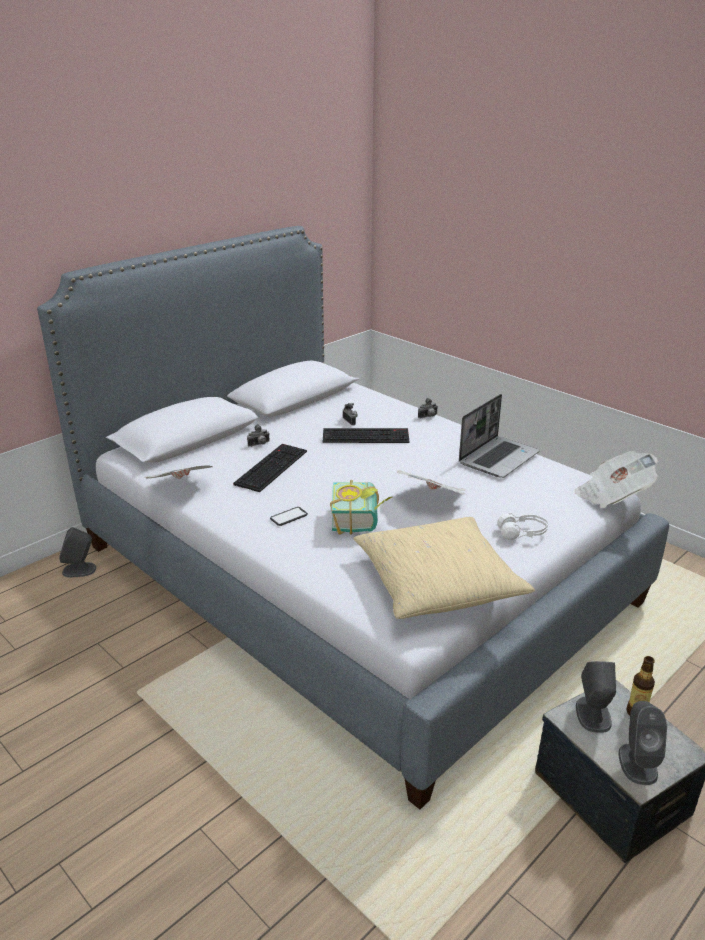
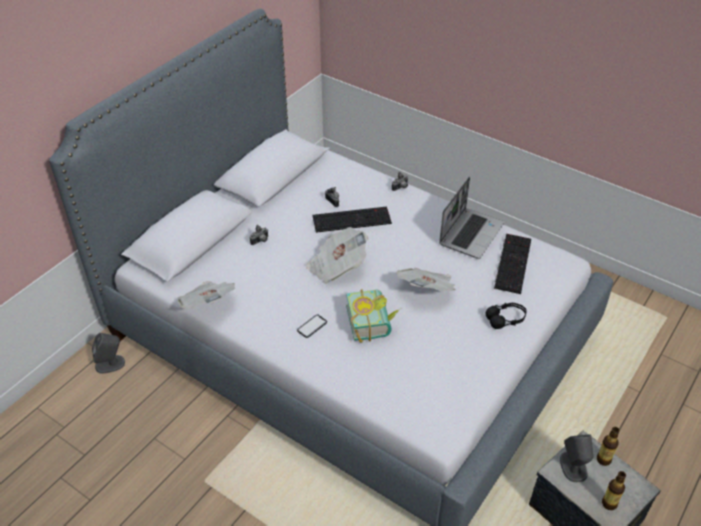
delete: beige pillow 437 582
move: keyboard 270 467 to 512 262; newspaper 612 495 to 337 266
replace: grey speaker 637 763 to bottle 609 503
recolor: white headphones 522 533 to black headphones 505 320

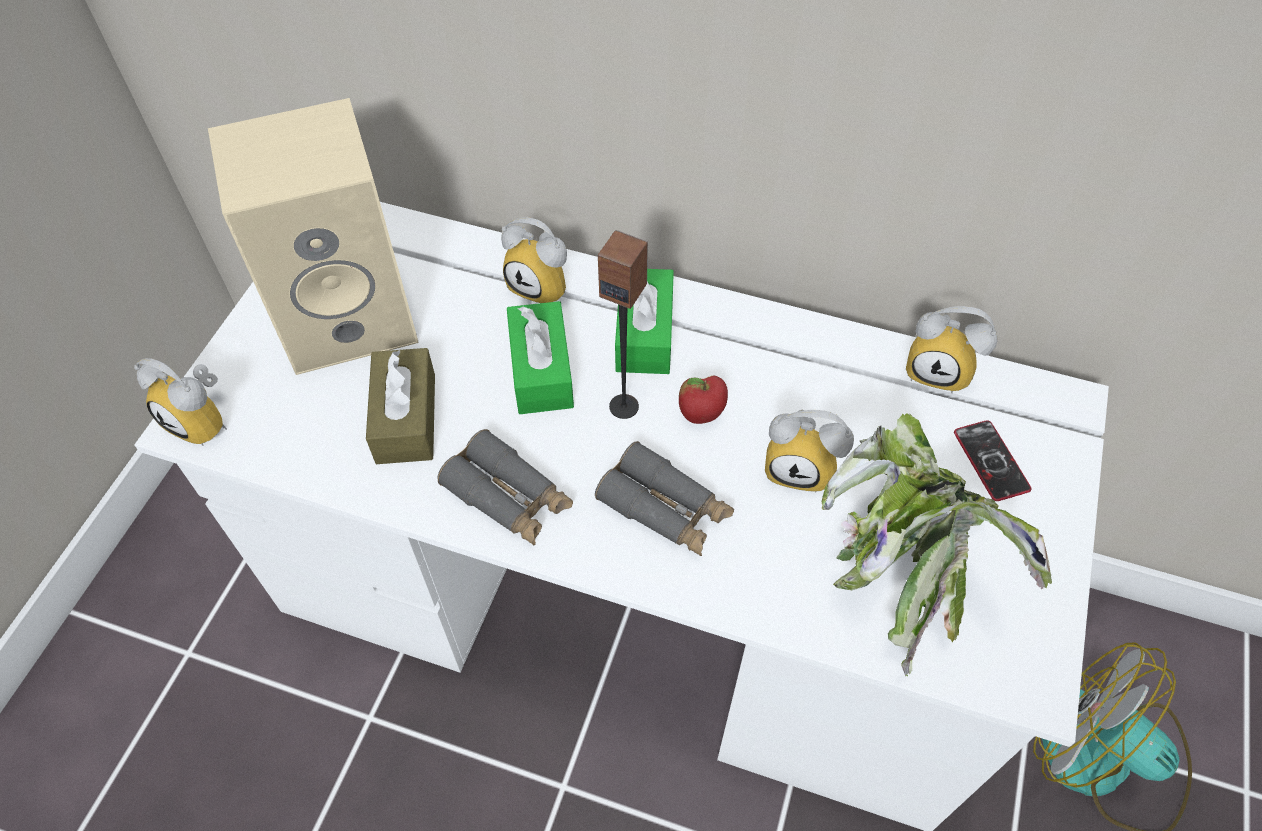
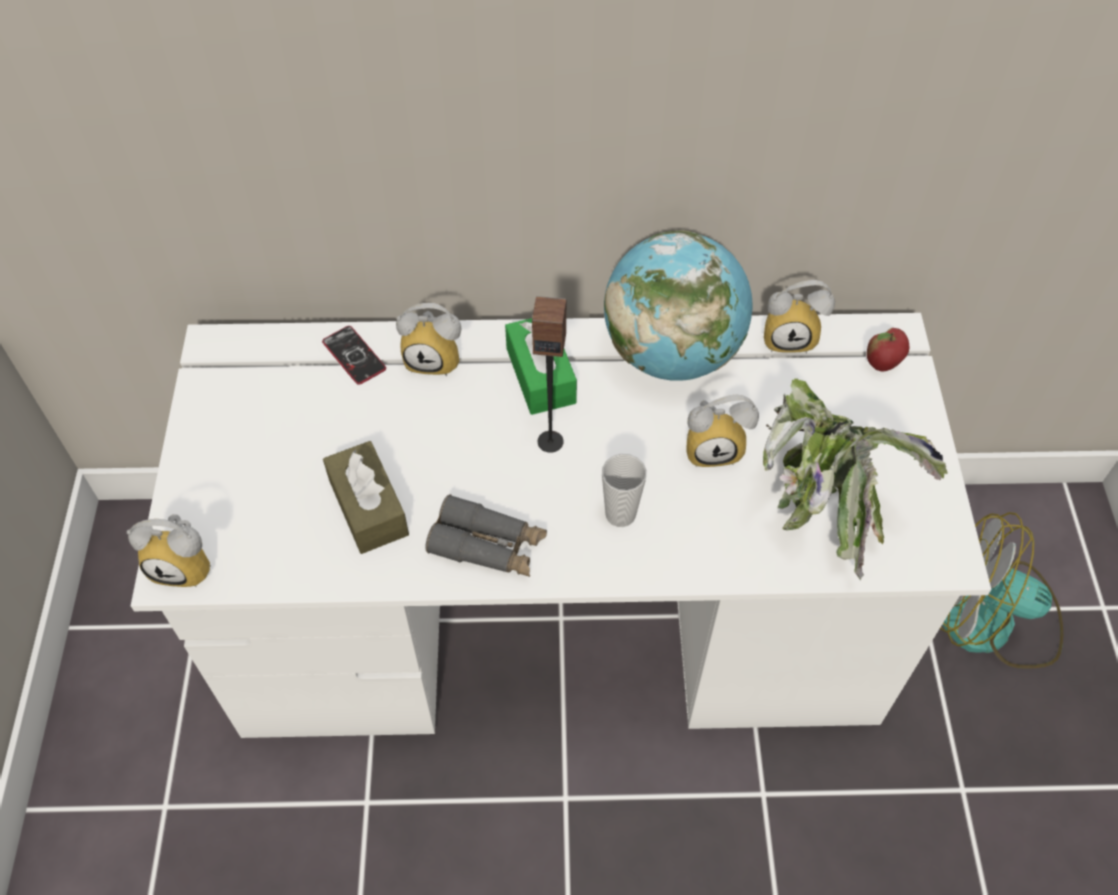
delete: beige speaker 351 315; green tissue box 541 370
insert: globe 672 353
move: apple 701 415 to 882 364; phone 990 461 to 354 356
replace: grey binoculars 665 509 to cup 620 514

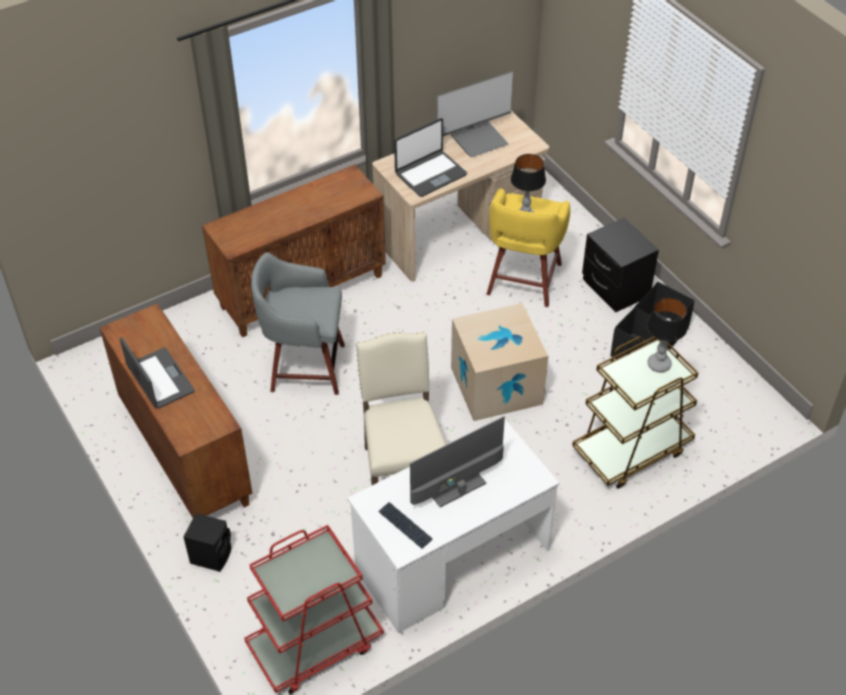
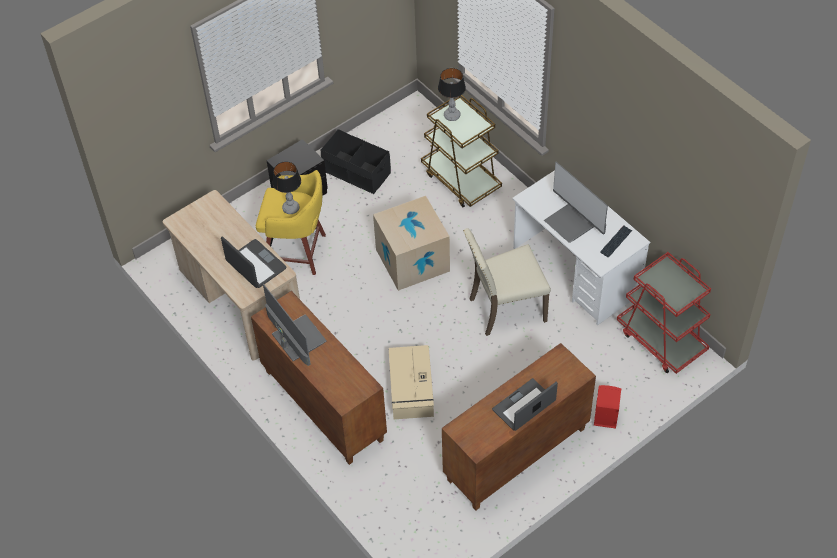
move: monitor 478 139 to 297 339
replace: grey stool 304 367 to beige storage box 411 388
recolor: black speaker 212 554 to red speaker 604 416

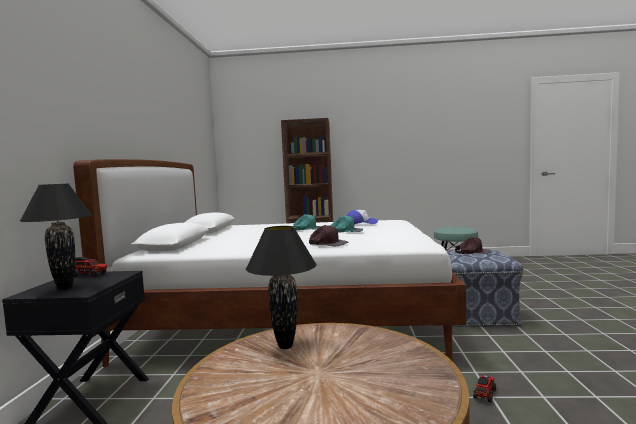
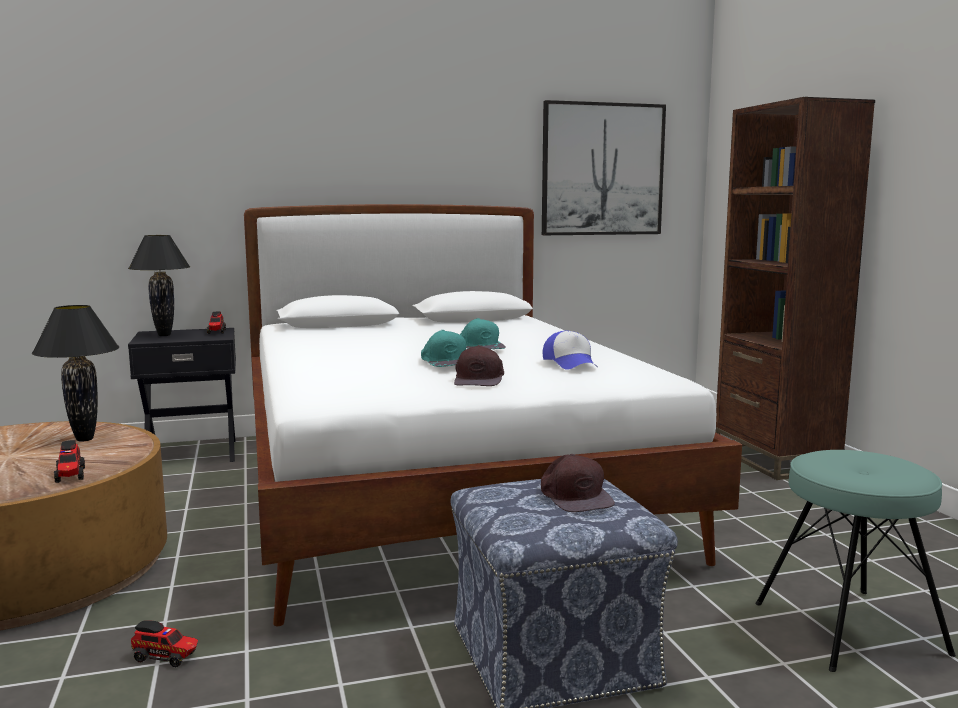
insert: toy truck 70 476; picture 602 169
move: brown cap 328 243 to 480 379

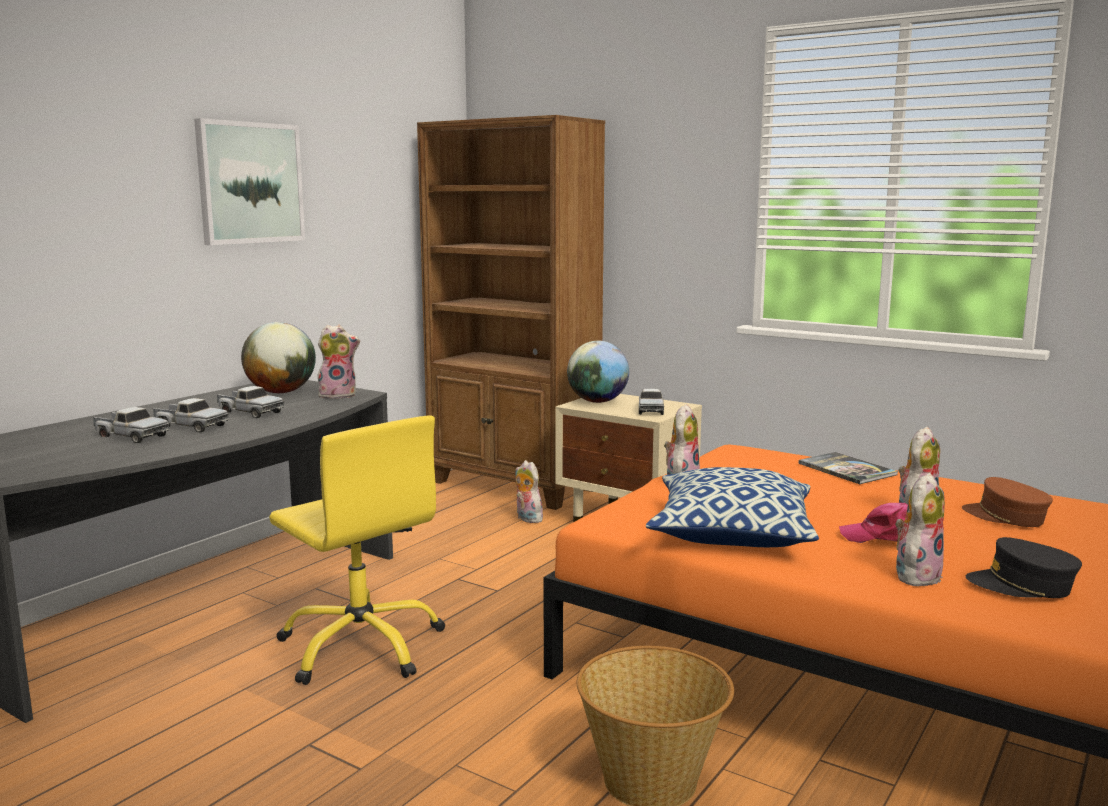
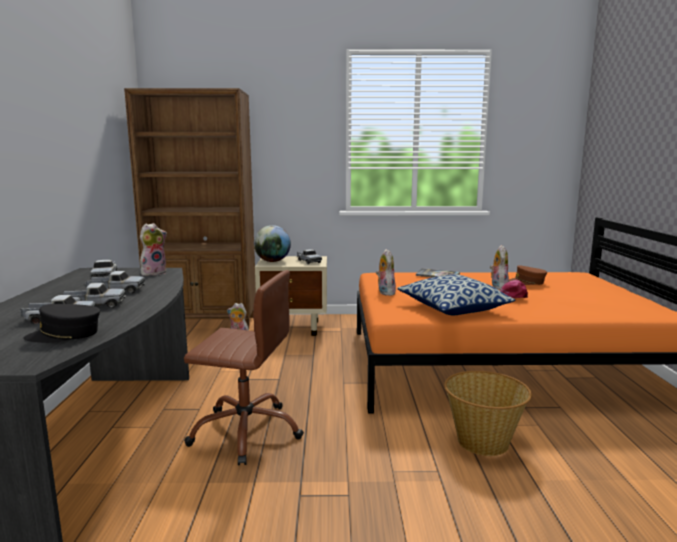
delete: picture 250 183; plush toy 916 575
move: black cap 1022 586 to 65 335
replace: globe 281 392 to toy truck 105 276
recolor: yellow office chair 362 646 to brown office chair 246 431

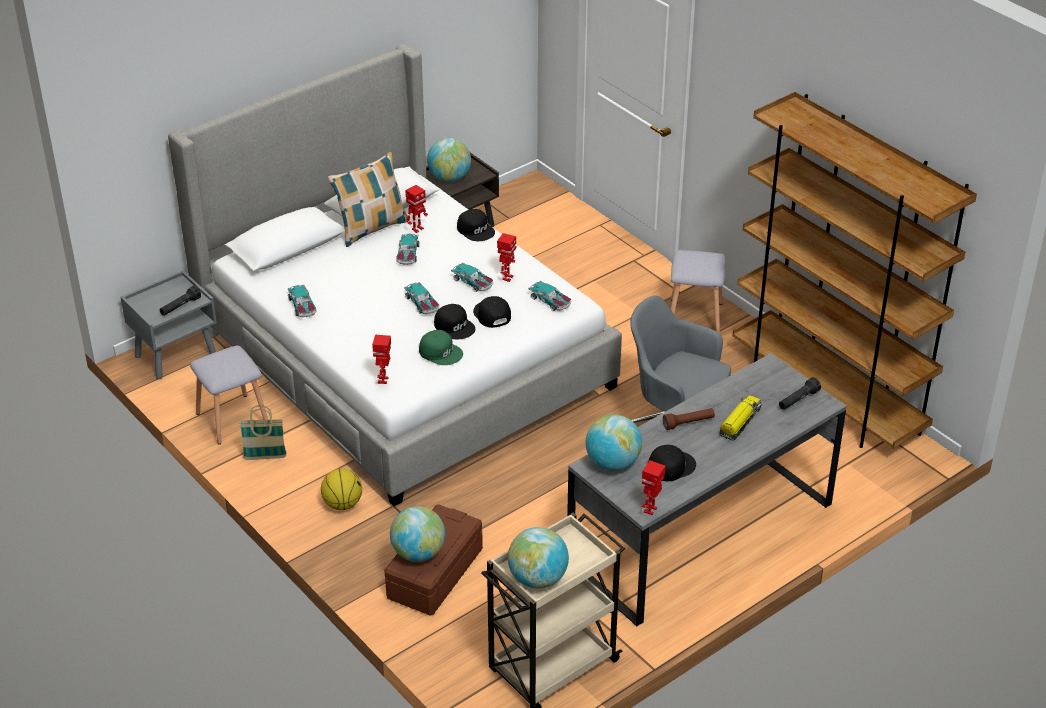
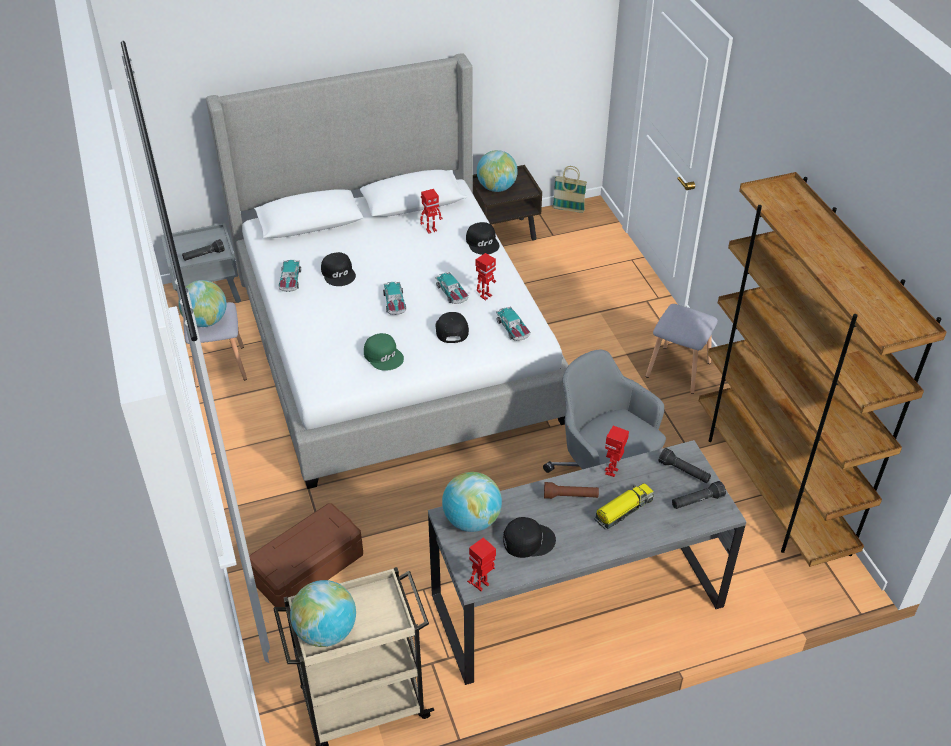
delete: basketball 342 504; pillow 371 228; toy car 408 254
insert: black flashlight 684 472
move: basket 265 457 to 568 209; toy robot 383 380 to 612 472; globe 418 553 to 206 321; black cap 455 326 to 339 273

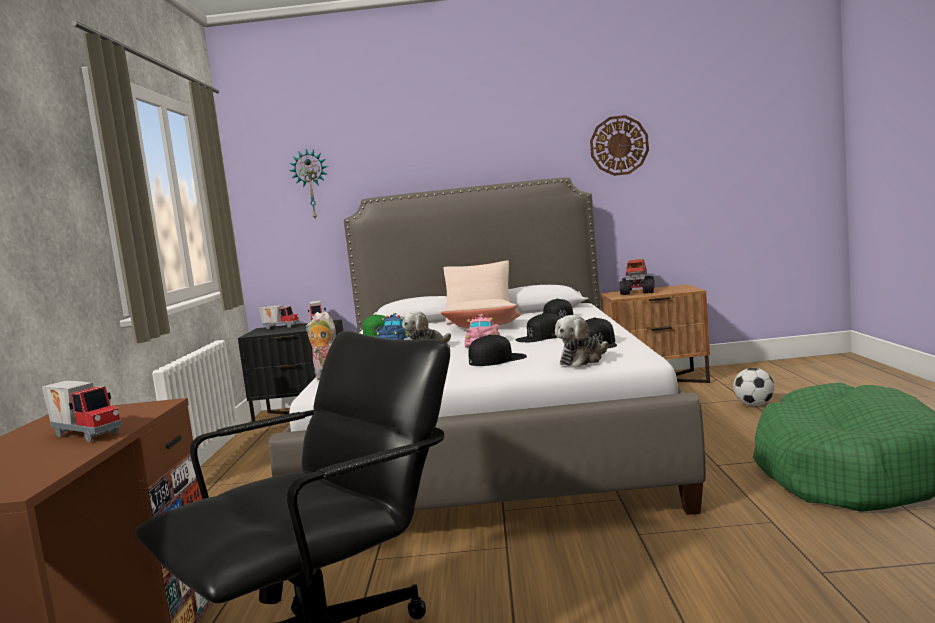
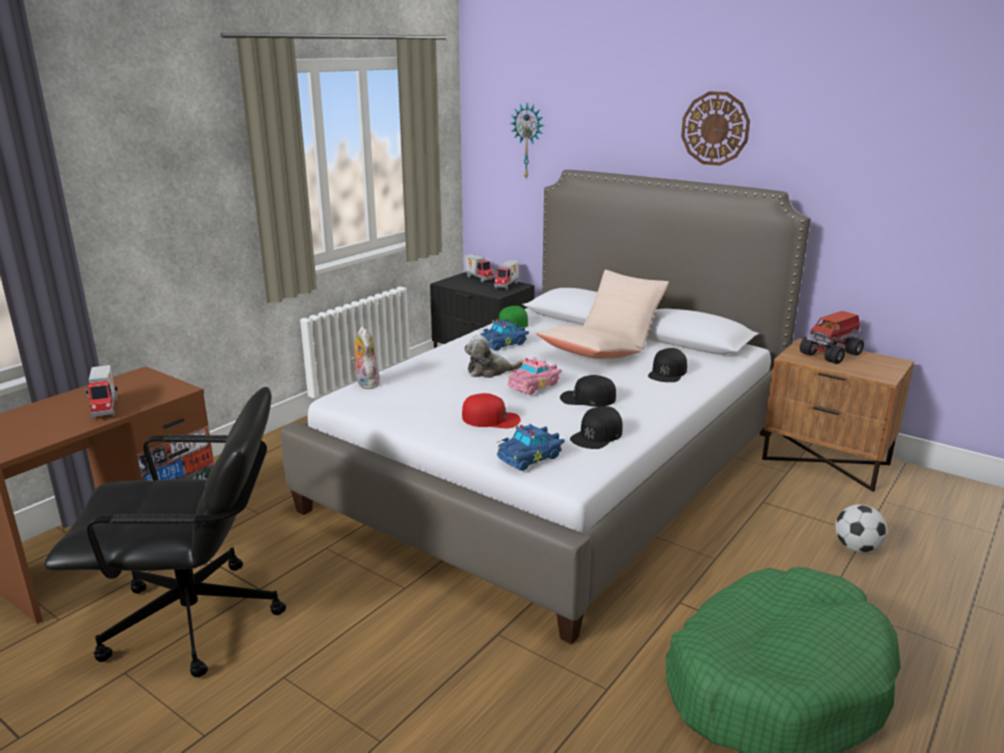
move: wall clock 619 145 to 715 128
replace: plush toy 583 360 to blue toy car 531 457
recolor: black cap 497 359 to red cap 491 419

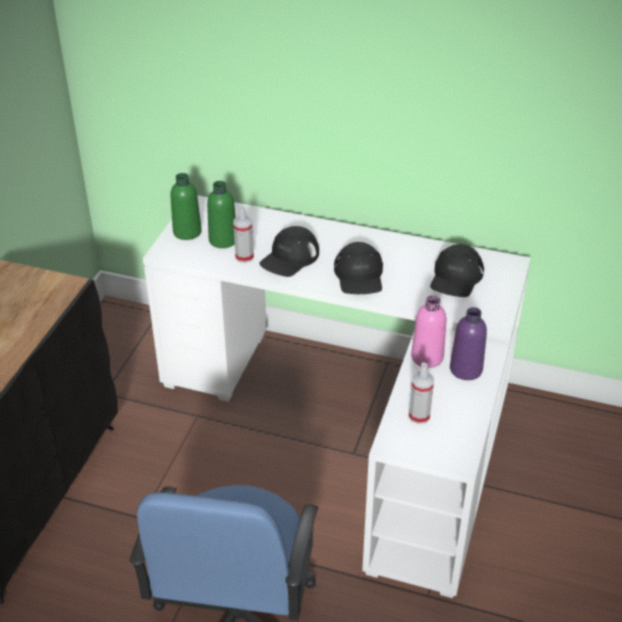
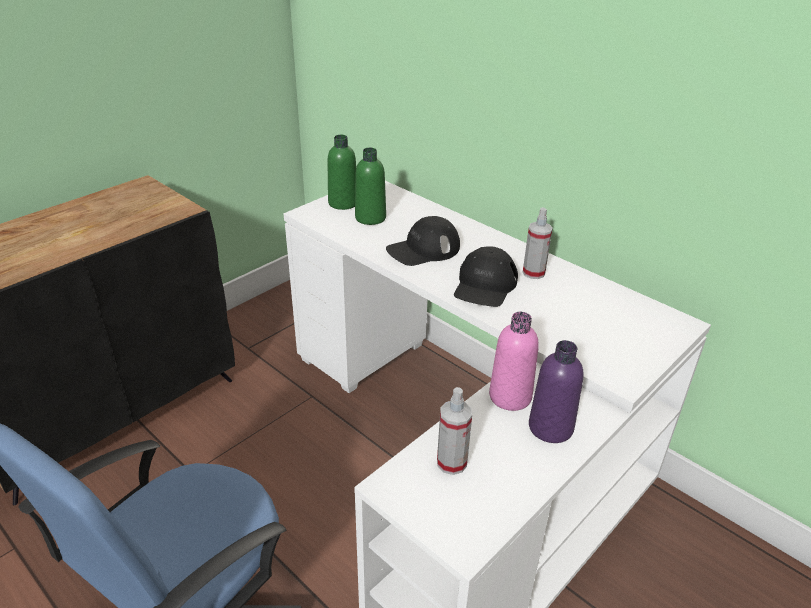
delete: black cap 456 277
move: spray bottle 244 257 to 533 273

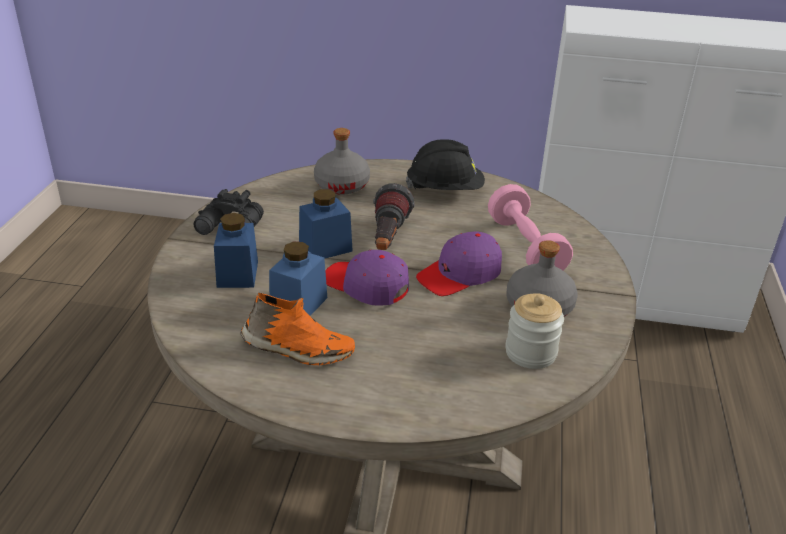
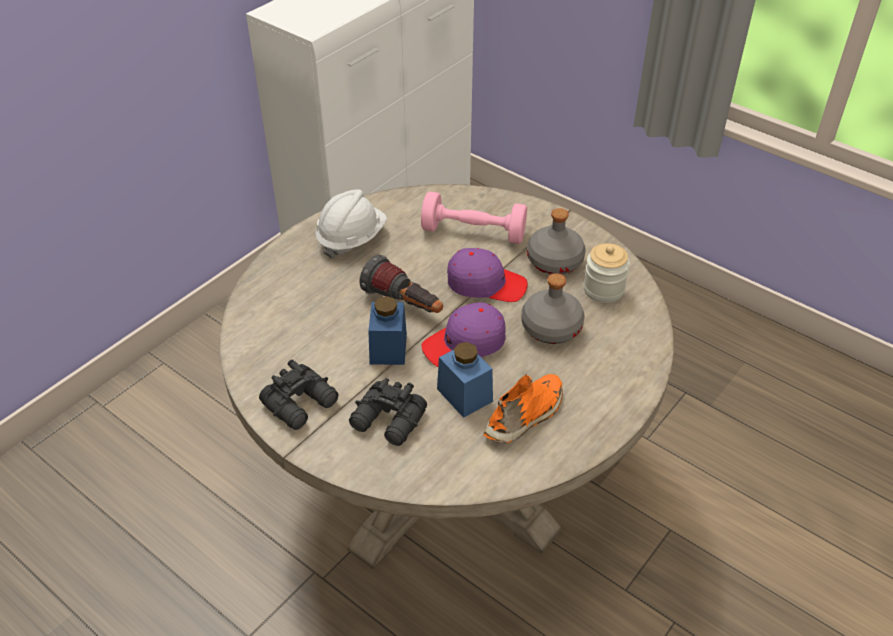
move: grey bottle 342 185 to 550 328
replace: blue jar 237 274 to black binoculars 389 421
recolor: black hard hat 445 190 to white hard hat 351 238
rotate: purple cap 460 274 = 486 284 75 degrees counterclockwise

